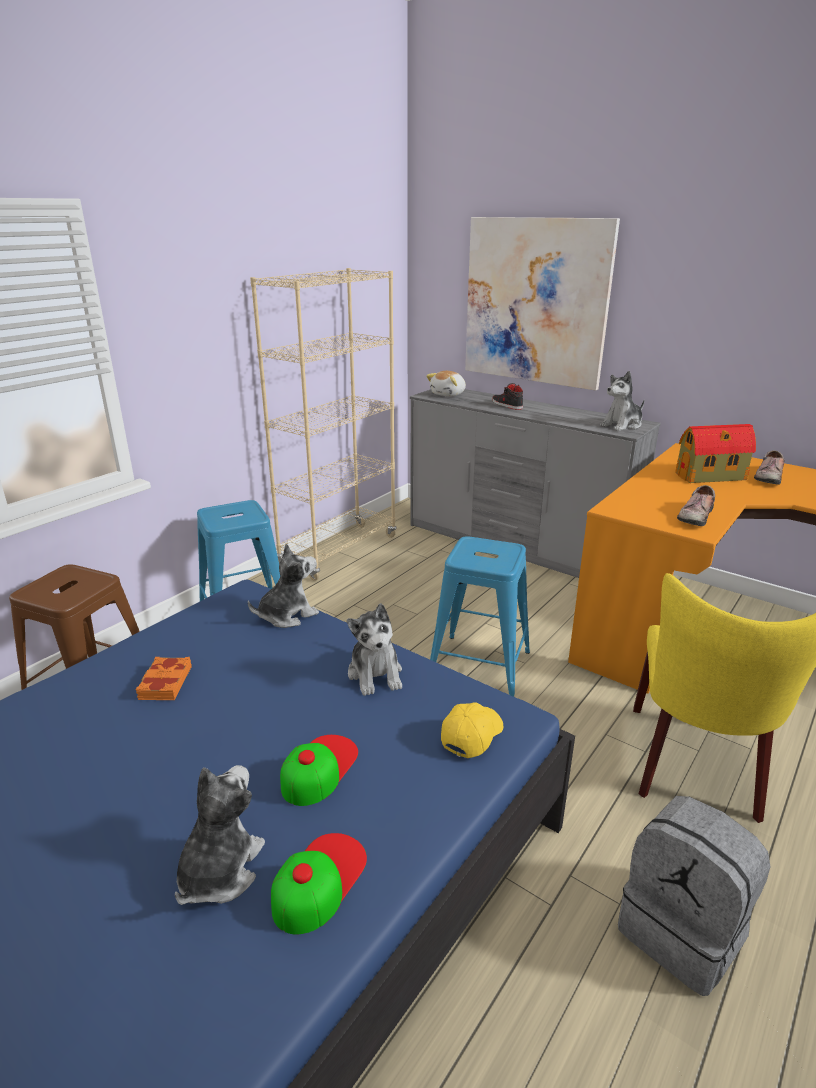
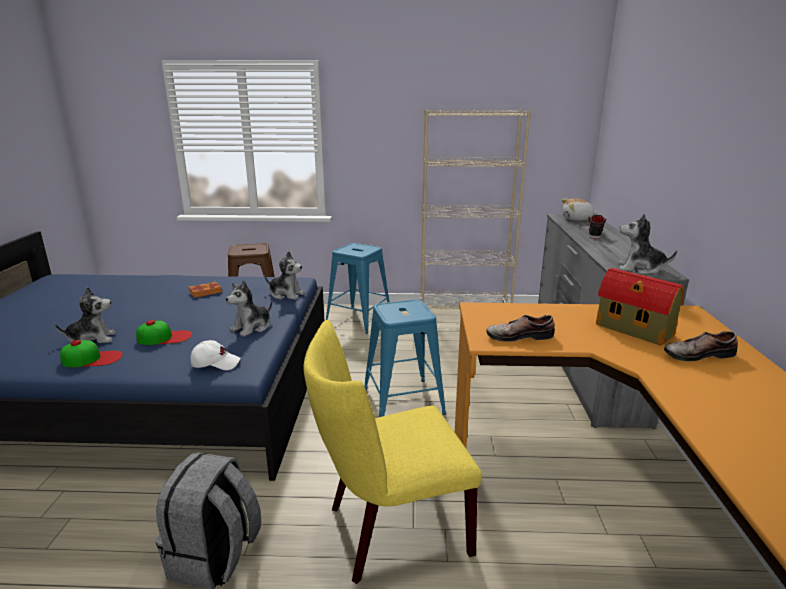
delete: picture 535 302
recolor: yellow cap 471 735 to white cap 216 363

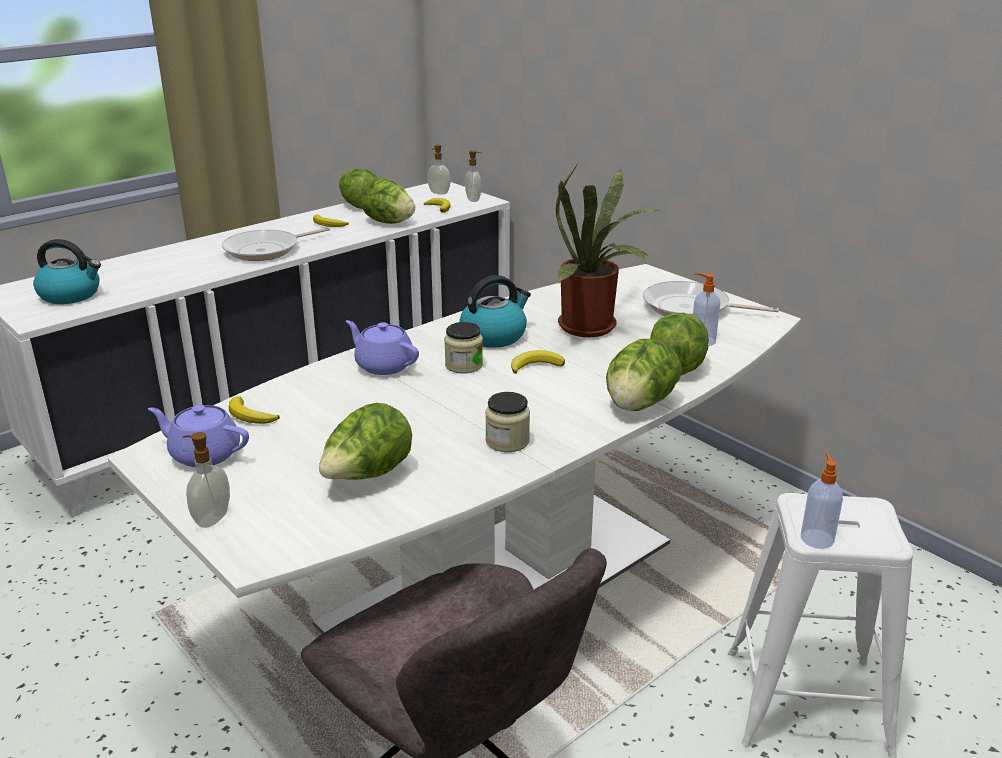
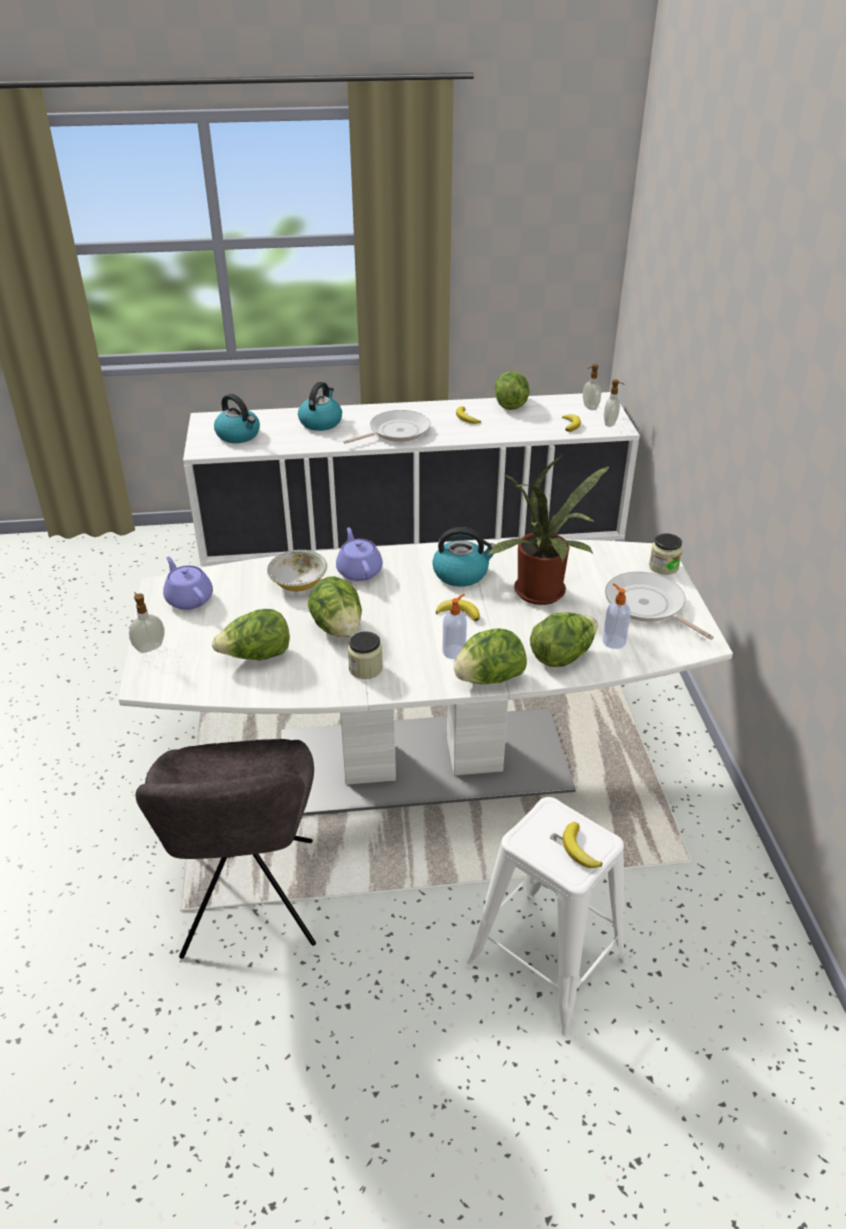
insert: bowl 298 583; kettle 321 422
move: banana 250 416 to 578 849; lettuce 388 222 to 338 628; jar 464 365 to 663 566; soap dispenser 816 538 to 454 651
rotate: frying pan 266 250 = 396 432 150 degrees clockwise

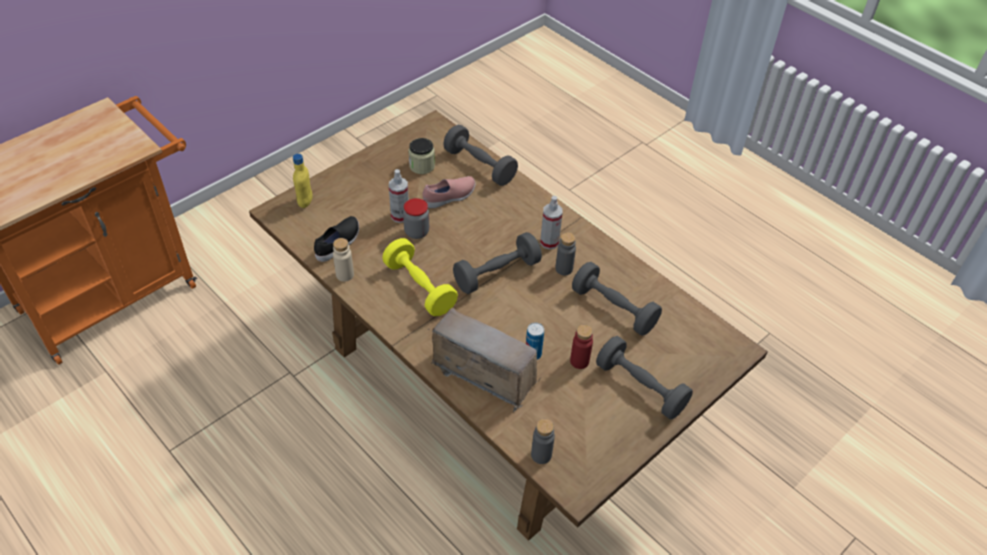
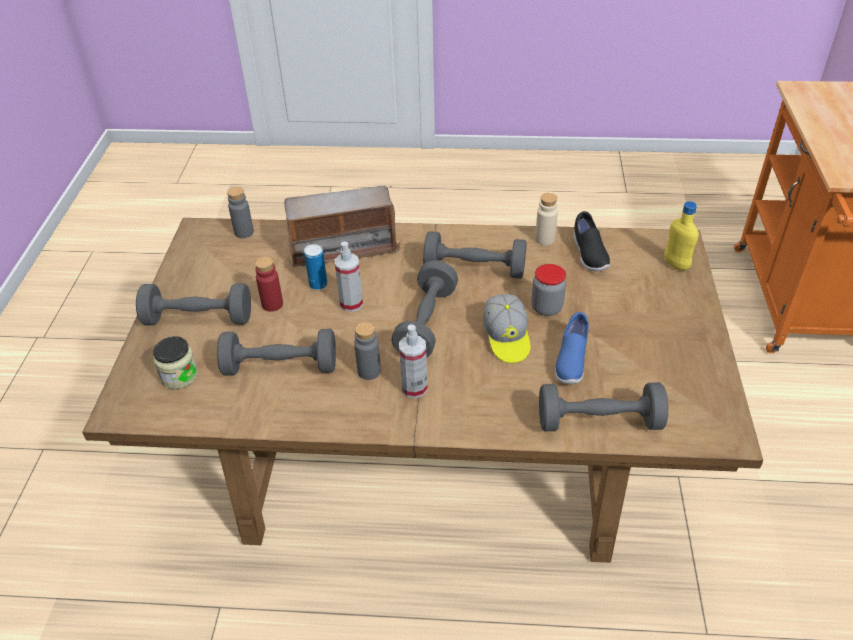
insert: cap 506 337
move: spray bottle 400 216 to 351 303; jar 422 166 to 179 376
recolor: yellow dumbbell 420 287 to grey dumbbell 474 269; pink shoe 449 198 to blue shoe 570 361

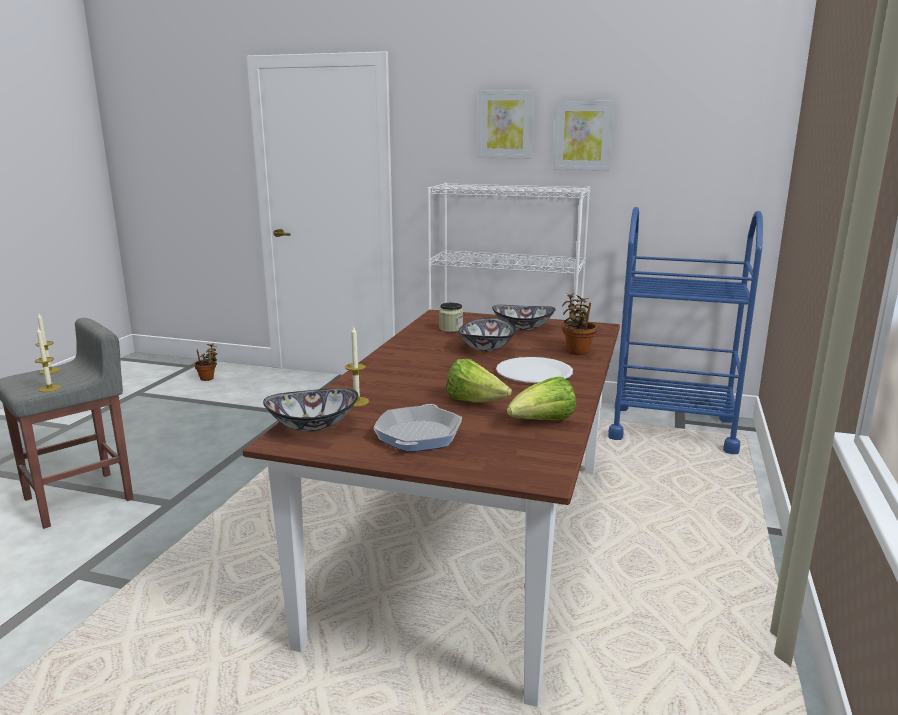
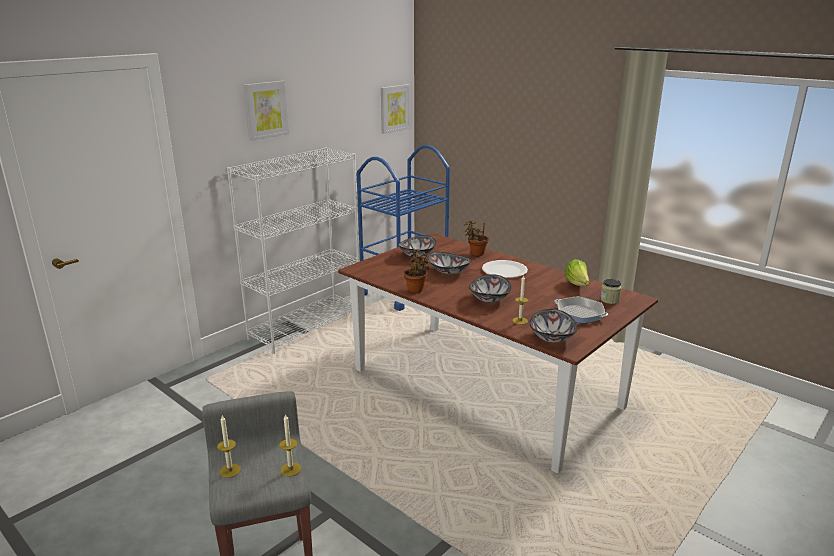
delete: lettuce 475 402
insert: bowl 489 298
move: potted plant 208 378 to 416 289; jar 451 329 to 609 300; picture 583 135 to 394 108

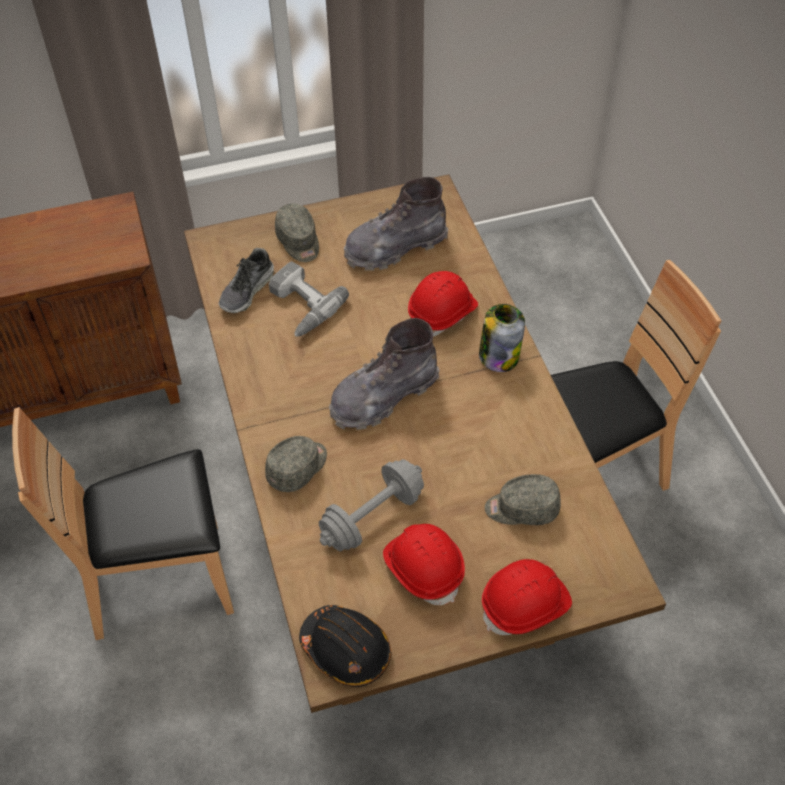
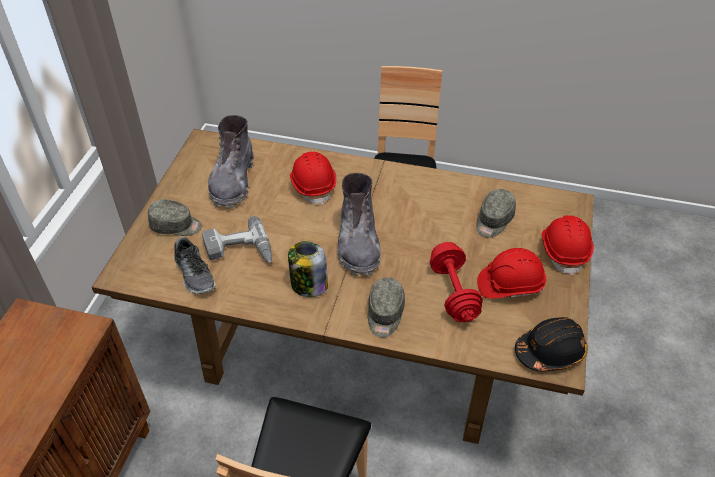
move: jar 499 355 to 308 284
recolor: grey dumbbell 372 517 to red dumbbell 453 292
rotate: grey cap 298 468 = 385 314 150 degrees counterclockwise

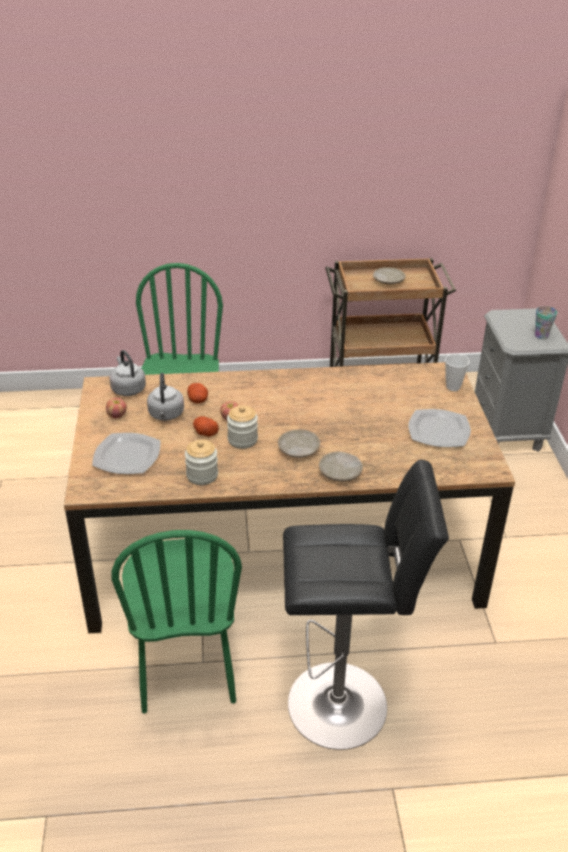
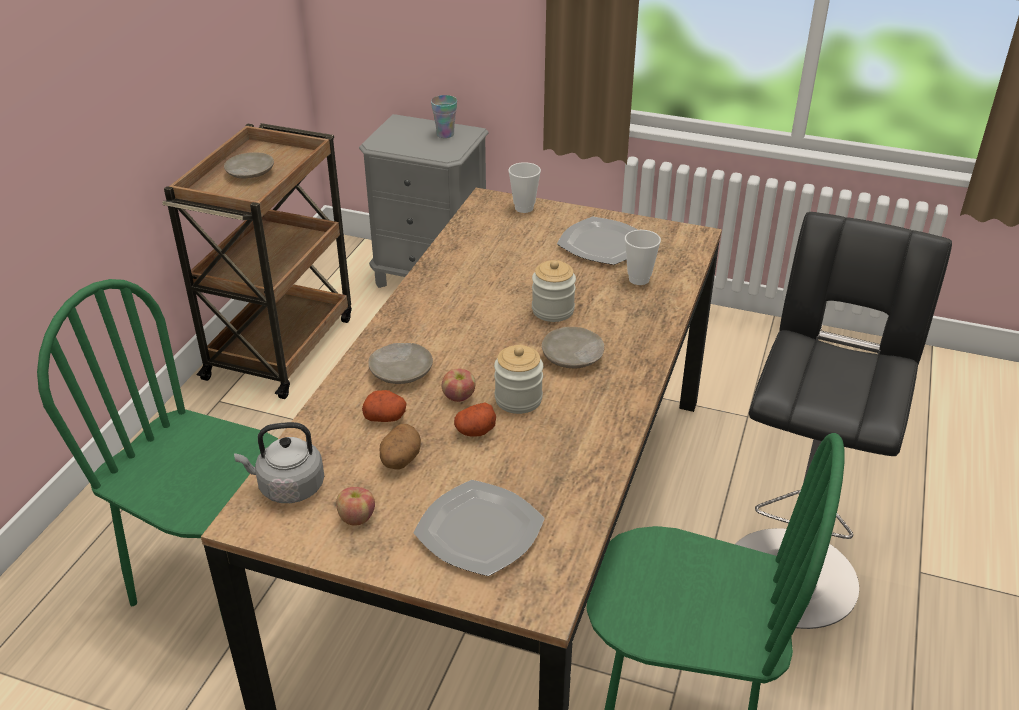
insert: cup 639 279
move: jar 202 475 to 553 310; beige plate 340 472 to 401 371
replace: grey kettle 166 415 to potato 400 460

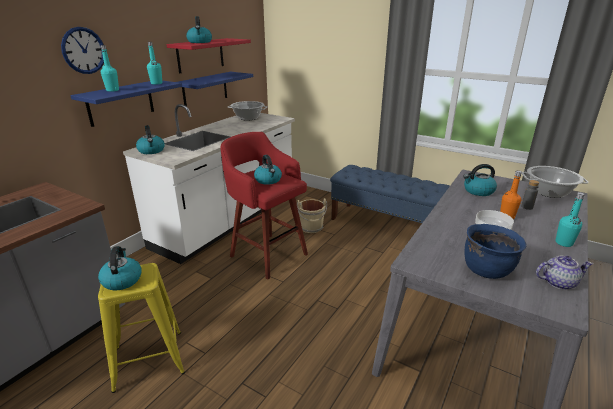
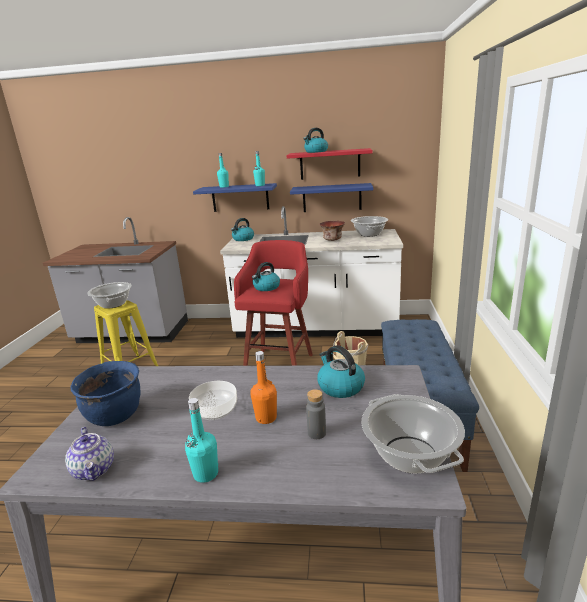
delete: wall clock 83 50
insert: bowl 332 239
replace: kettle 122 280 to cooking pot 113 304

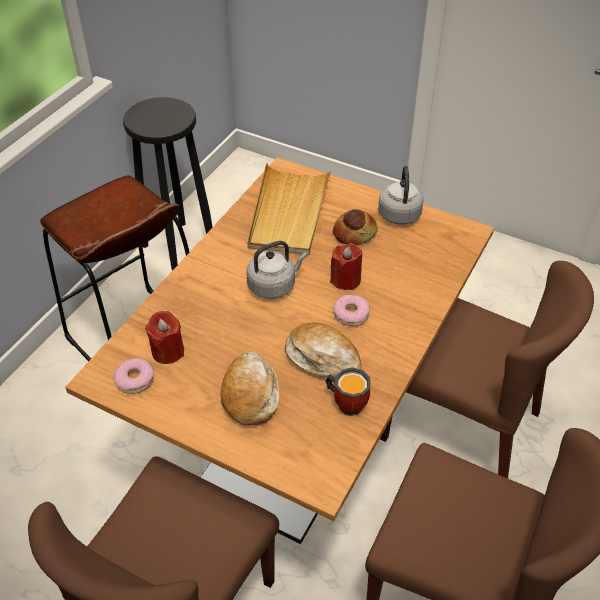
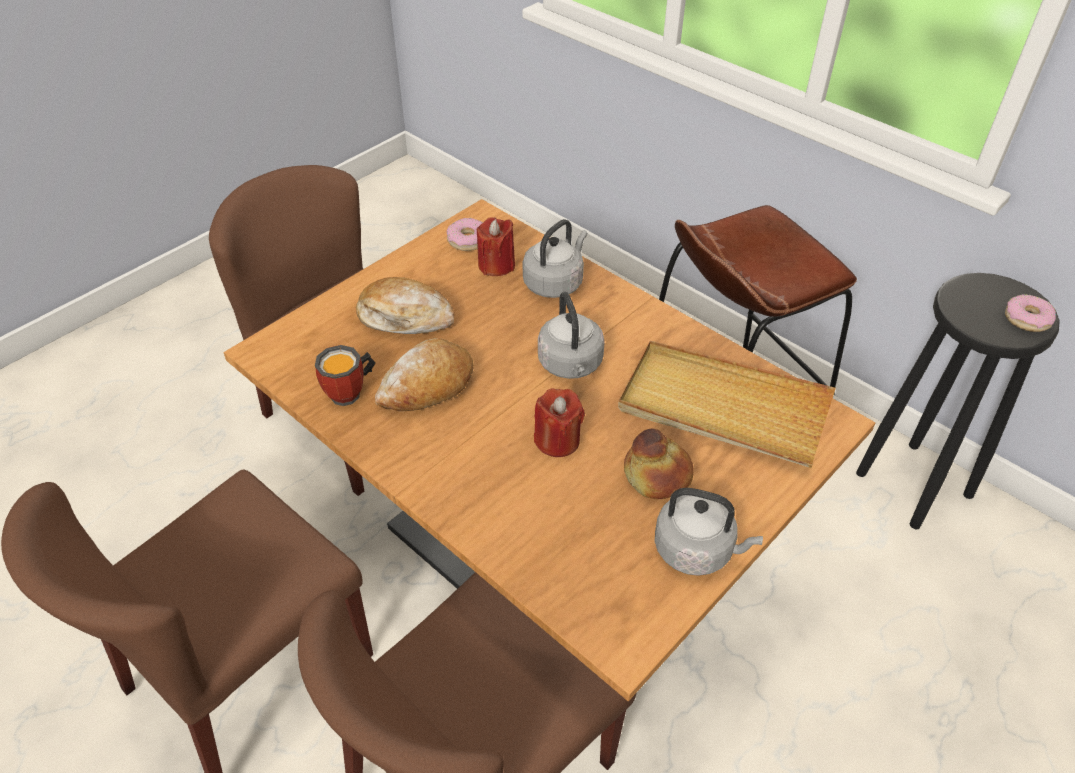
insert: grey kettle 555 283
move: donut 351 314 to 1027 319

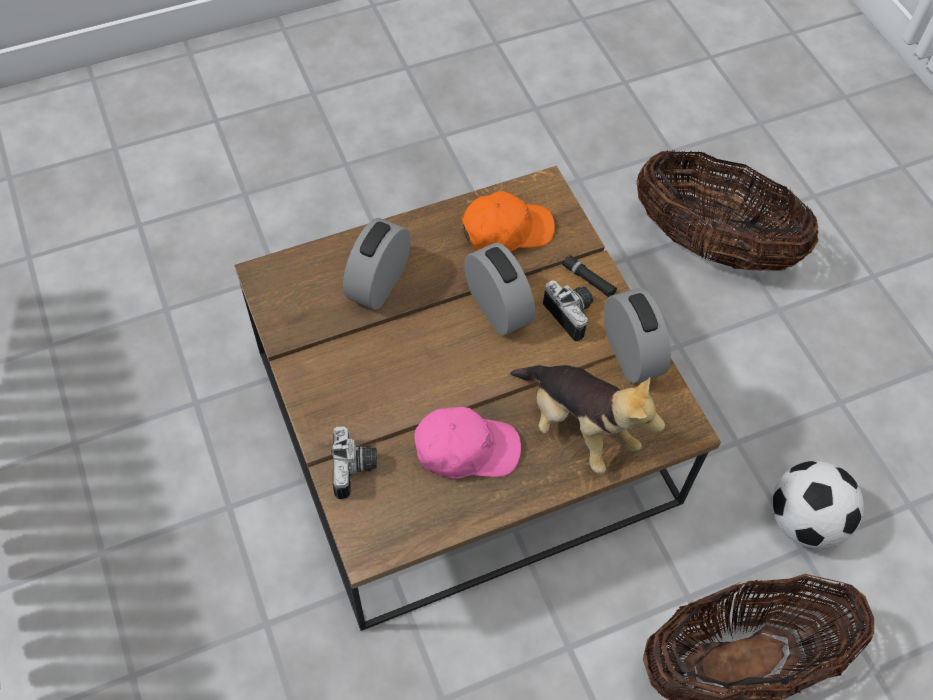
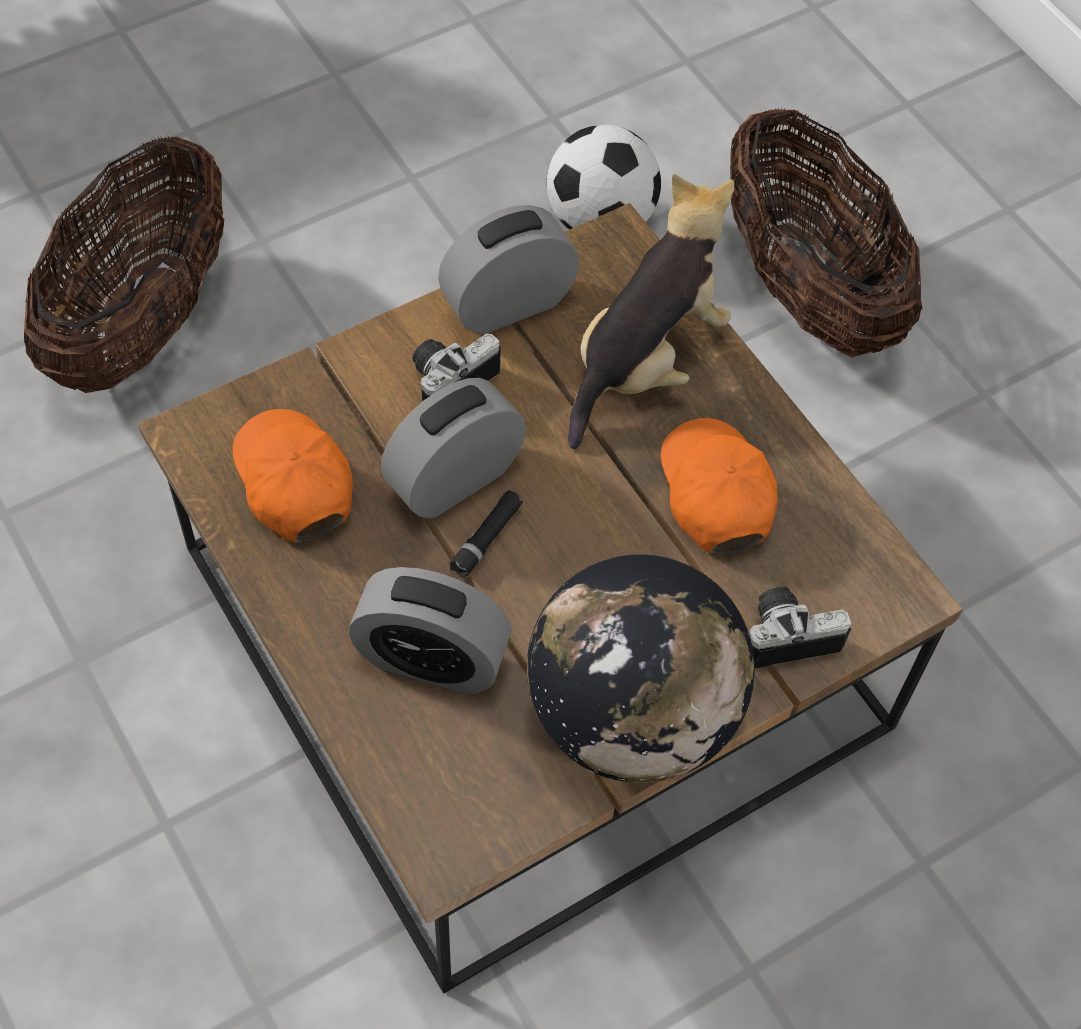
insert: globe 631 716
move: black flashlight 588 280 to 486 539
recolor: pink cap 465 449 to orange cap 715 493

